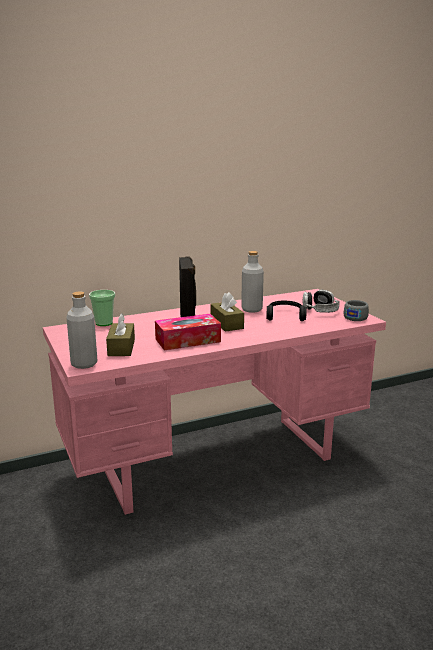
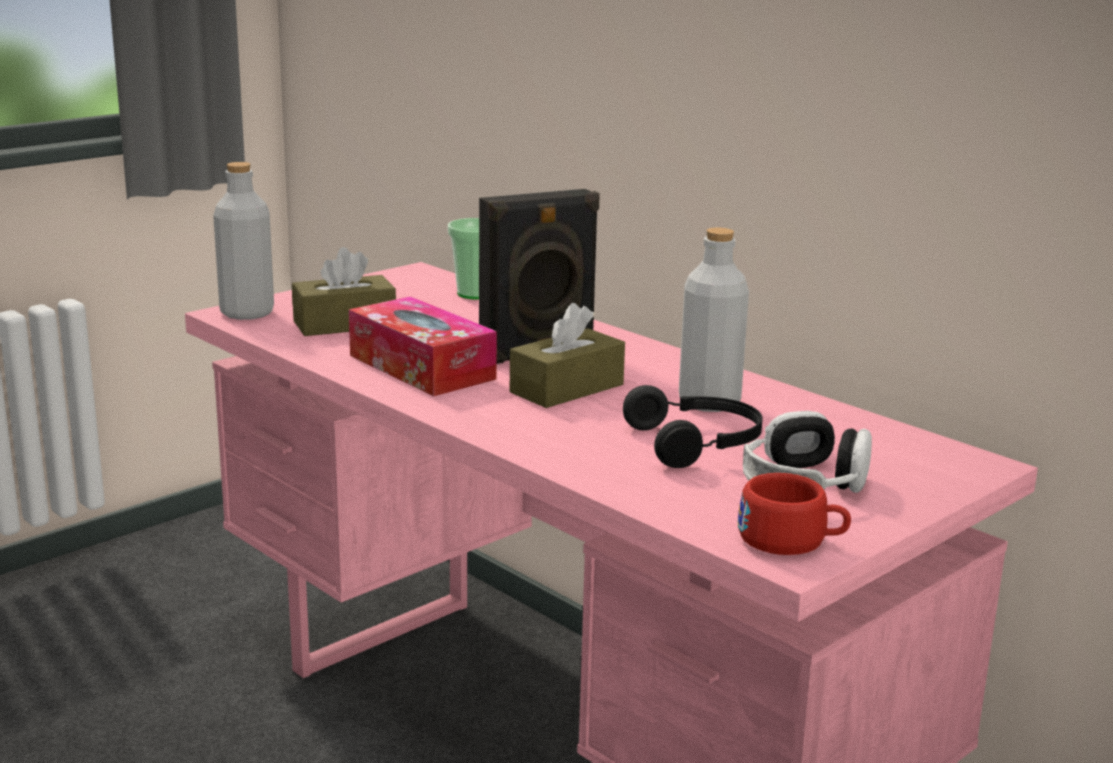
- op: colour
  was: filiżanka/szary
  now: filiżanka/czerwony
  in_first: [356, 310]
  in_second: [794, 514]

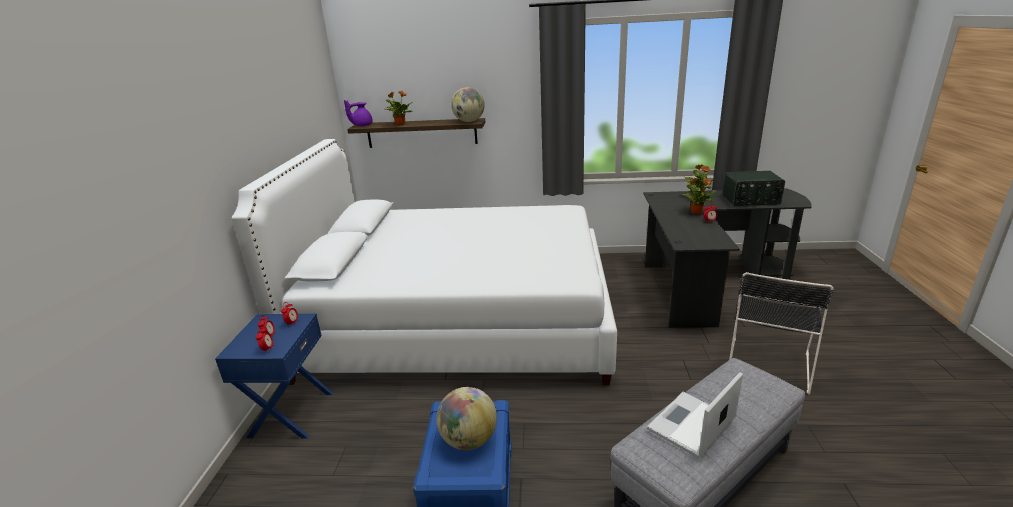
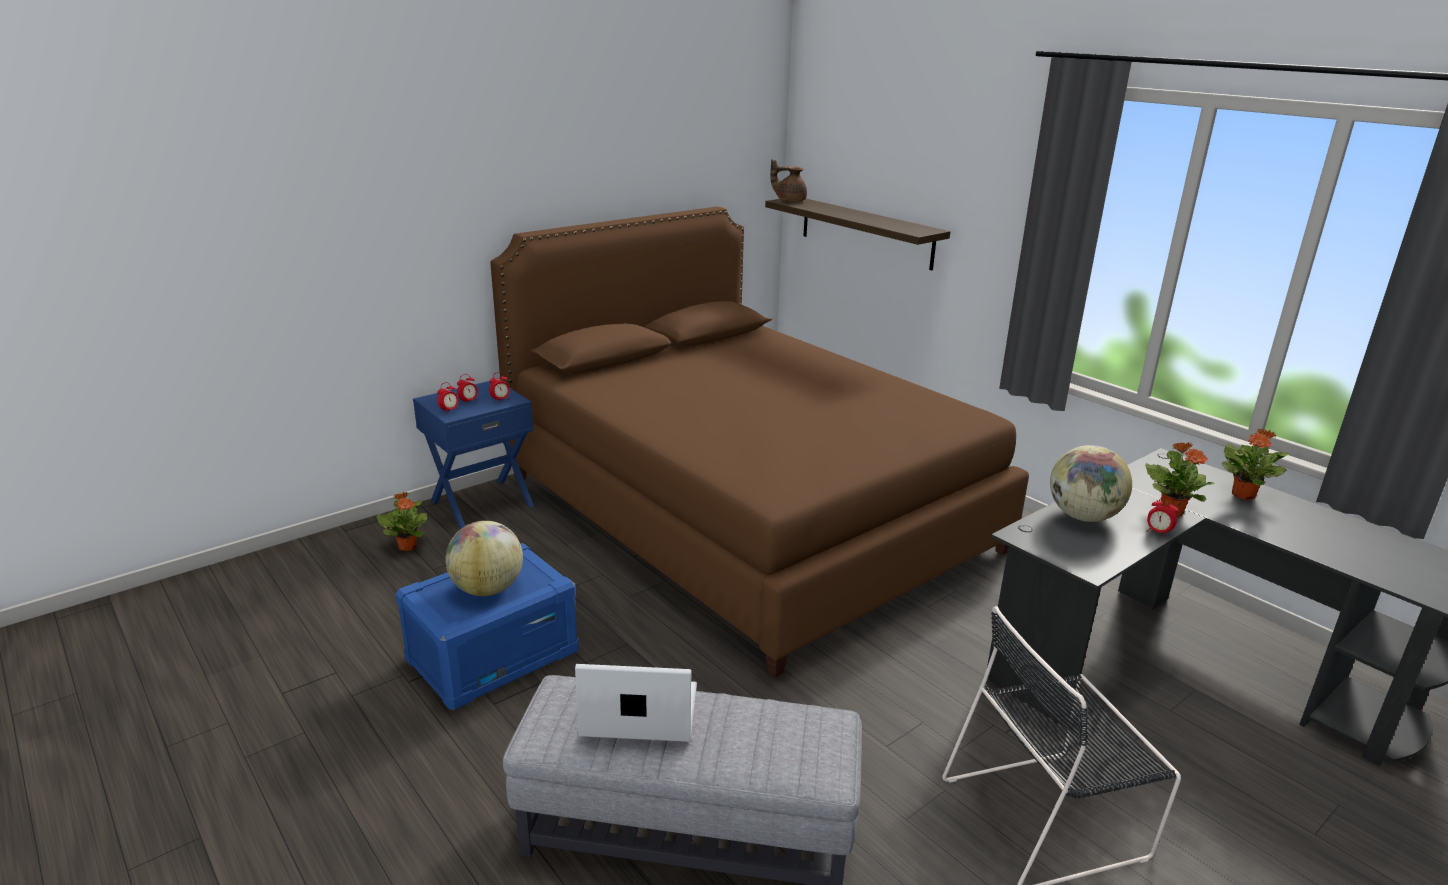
- op: relocated
  was: roślina doniczkowa
  in_first: [399, 108]
  in_second: [402, 521]
- op: colour
  was: łóżko/biały
  now: łóżko/brązowy
  in_first: [424, 262]
  in_second: [759, 442]
- op: colour
  was: imbryk/fioletowy
  now: imbryk/brązowy
  in_first: [358, 113]
  in_second: [788, 180]
- op: relocated
  was: globus
  in_first: [468, 104]
  in_second: [1091, 483]
- op: missing
  was: radio
  in_first: [754, 189]

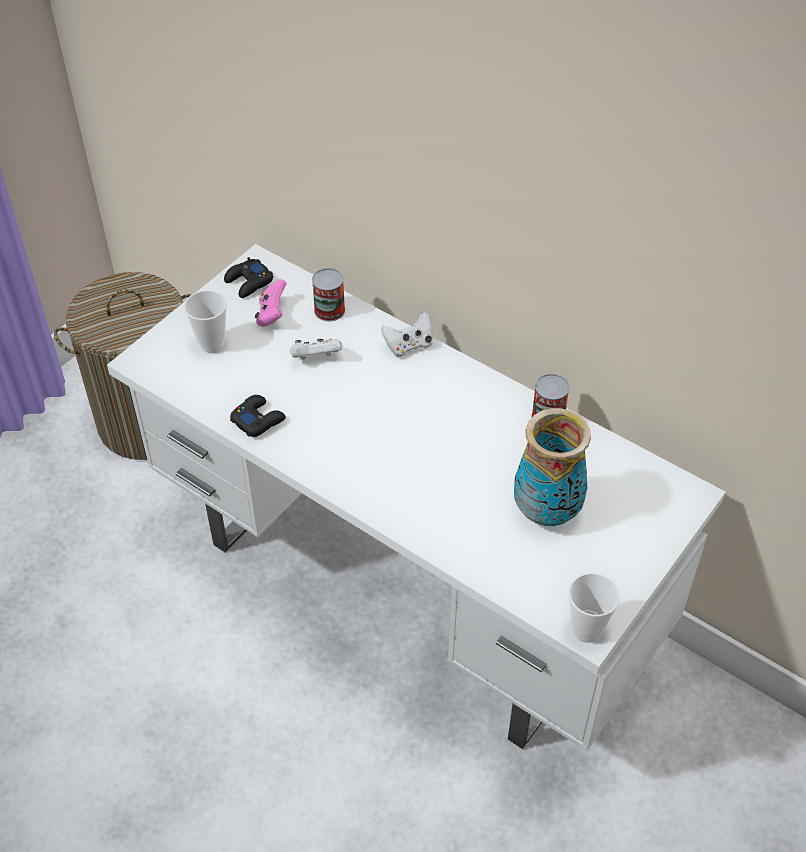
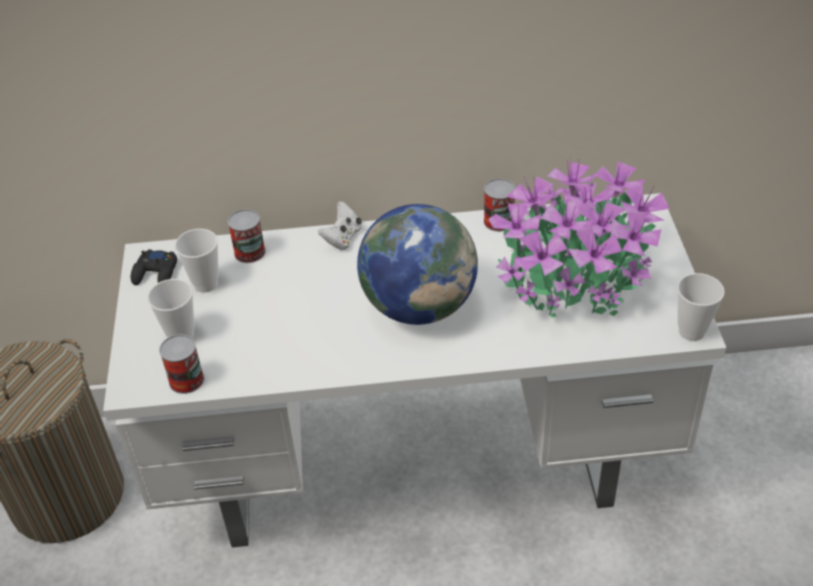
- op: appeared
  now: puszka
  in_second: [181, 364]
- op: exchanged
  was: pad do gier/różowy
  now: filiżanka
  in_first: [271, 303]
  in_second: [197, 261]
- op: appeared
  now: globus
  in_second: [417, 264]
- op: exchanged
  was: wazon
  now: roślina doniczkowa
  in_first: [552, 467]
  in_second: [579, 237]
- op: missing
  was: pad do gier/czarny
  in_first: [258, 416]
- op: missing
  was: pad do gier/biały
  in_first: [316, 349]

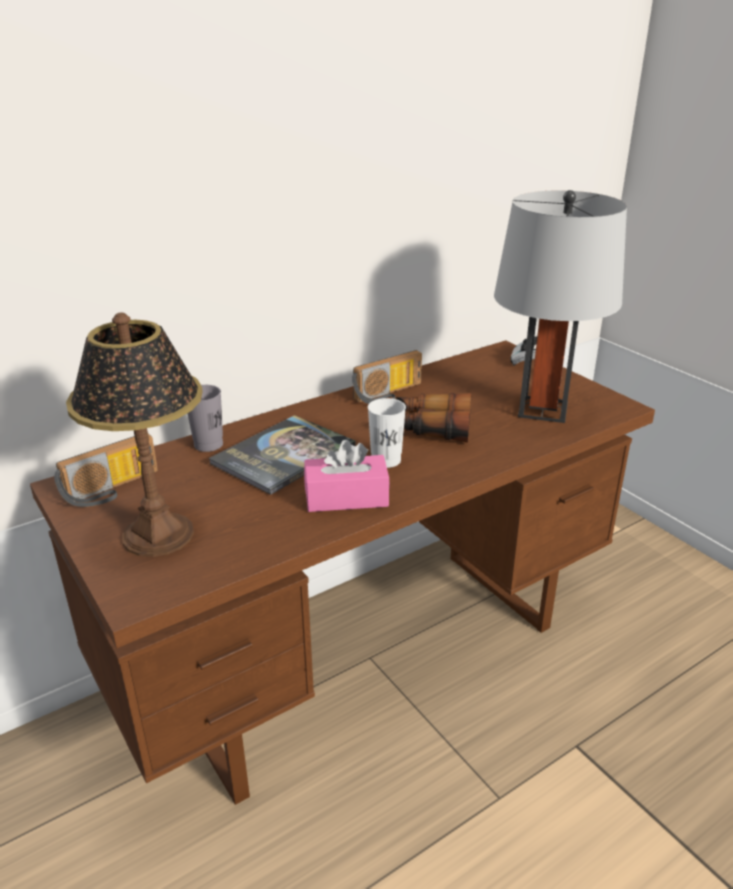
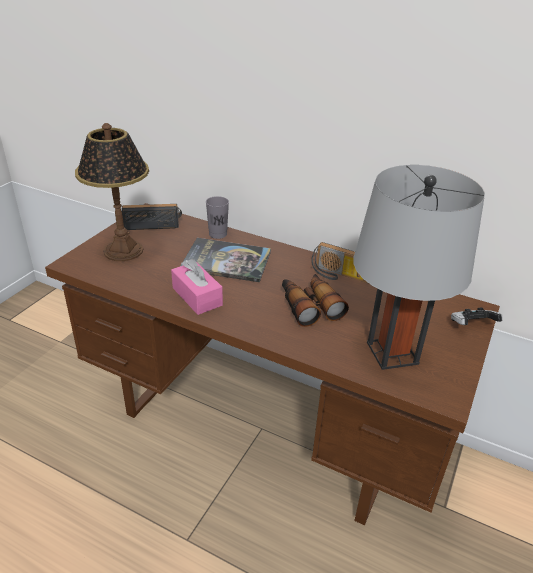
- op: spun
  was: radio
  in_first: [106, 470]
  in_second: [152, 217]
  clockwise: 150
- op: missing
  was: filiżanka/biały
  in_first: [387, 433]

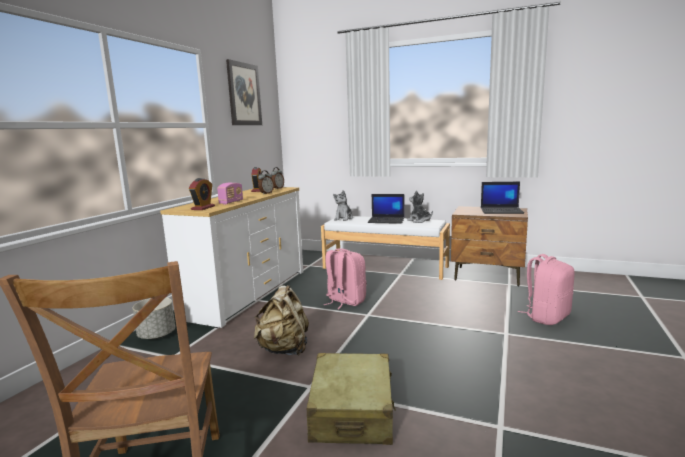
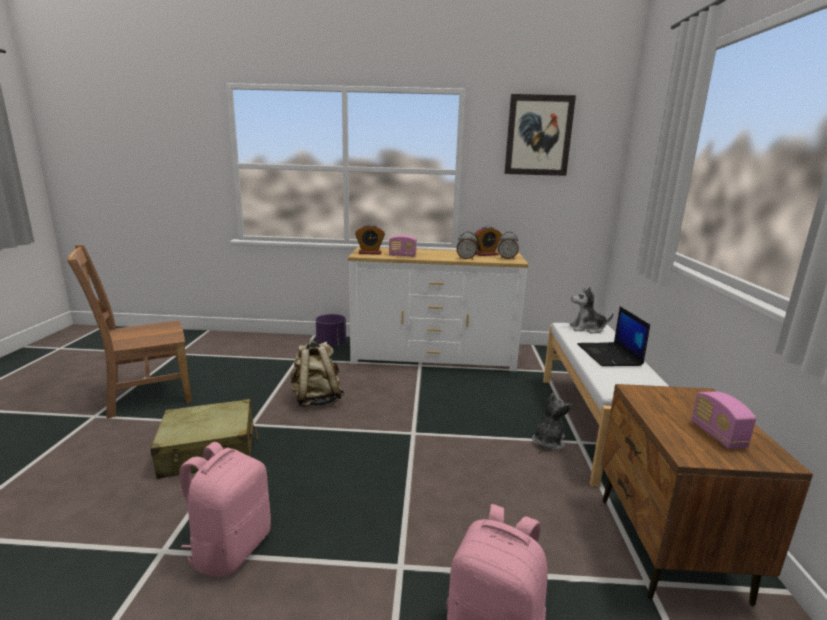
- op: relocated
  was: plecak/różowy
  in_first: [345, 278]
  in_second: [225, 509]
- op: colour
  was: donica/szary
  now: donica/fioletowy
  in_first: [154, 318]
  in_second: [331, 330]
- op: relocated
  was: pluszak
  in_first: [420, 206]
  in_second: [552, 421]
- op: exchanged
  was: laptop
  now: radio
  in_first: [502, 198]
  in_second: [723, 420]

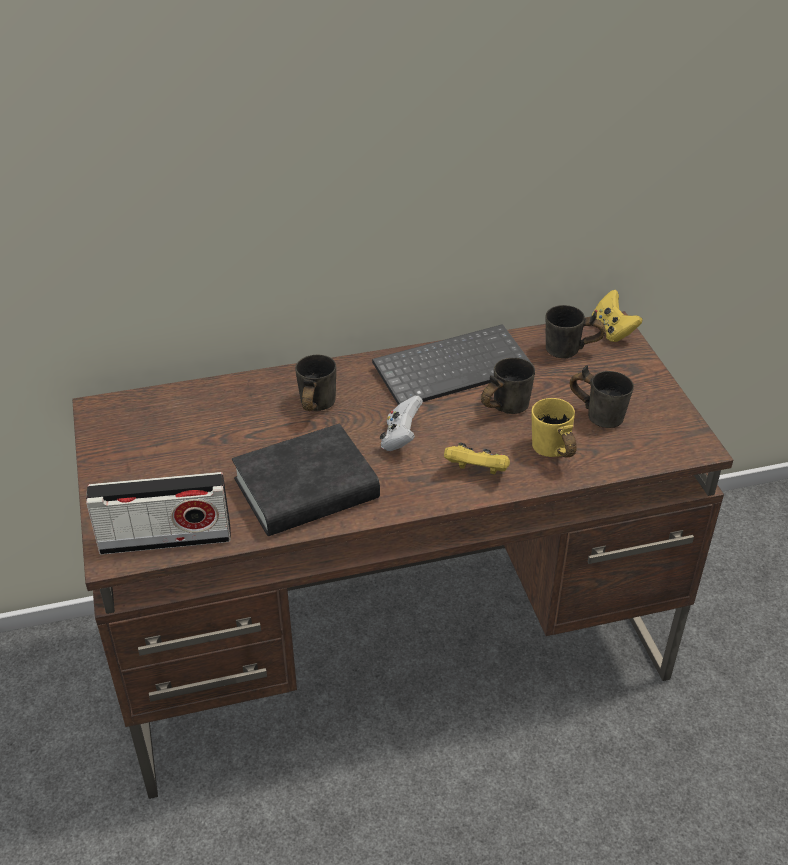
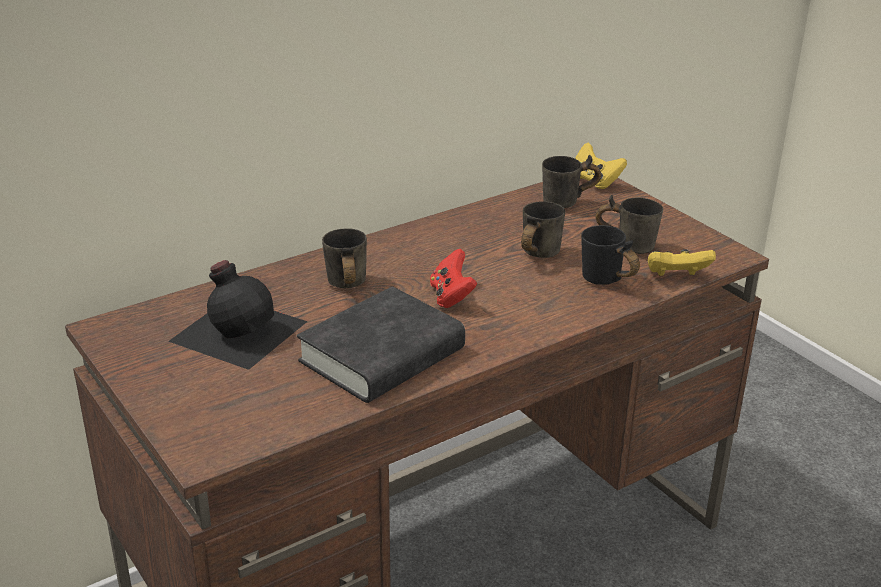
- op: appeared
  now: butelka/czarny
  in_second: [238, 315]
- op: colour
  was: pad do gier/biały
  now: pad do gier/czerwony
  in_first: [401, 423]
  in_second: [453, 278]
- op: colour
  was: kubek/żółty
  now: kubek/czarny
  in_first: [554, 427]
  in_second: [610, 255]
- op: relocated
  was: pad do gier/żółty
  in_first: [477, 459]
  in_second: [682, 262]
- op: missing
  was: radio
  in_first: [158, 513]
- op: missing
  was: klawiatura
  in_first: [453, 364]

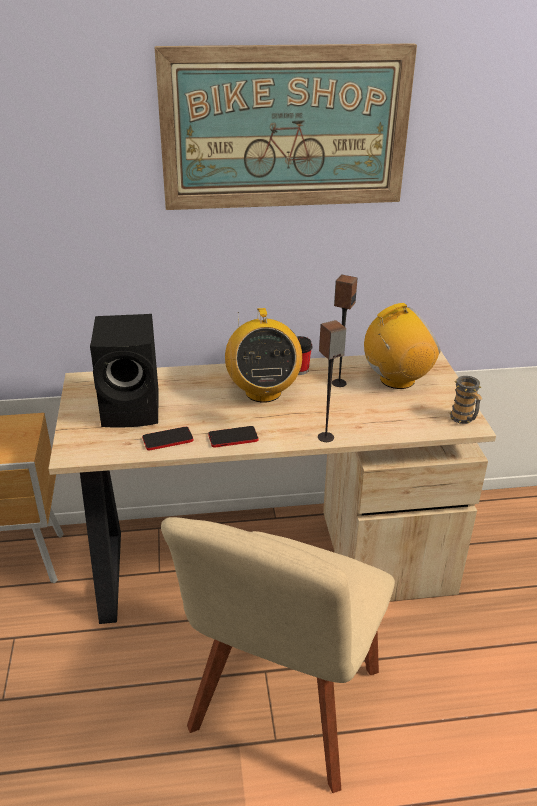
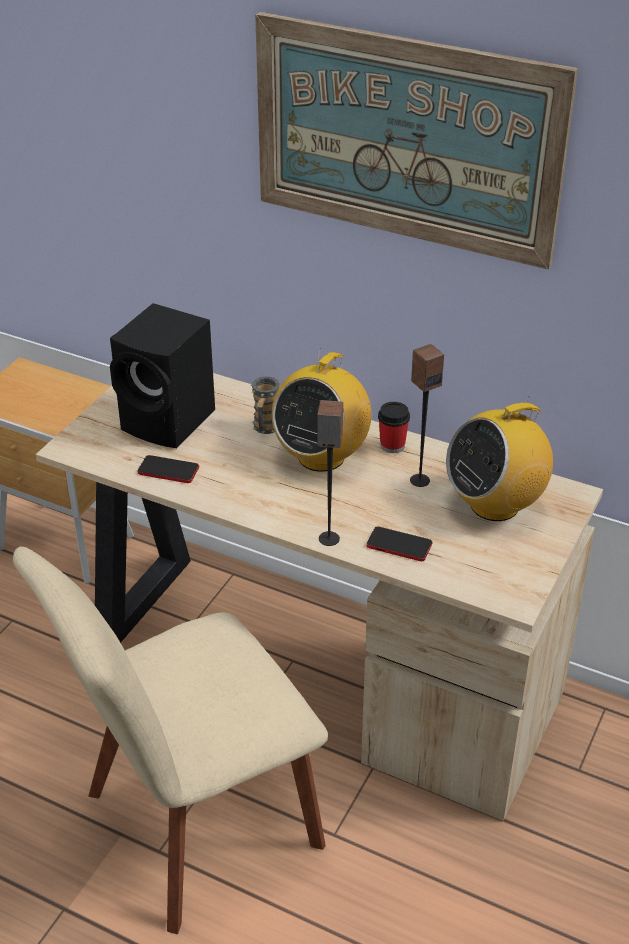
- op: relocated
  was: kubek
  in_first: [465, 400]
  in_second: [264, 405]
- op: relocated
  was: telefon
  in_first: [233, 436]
  in_second: [399, 544]
- op: spun
  was: radio
  in_first: [402, 346]
  in_second: [499, 458]
  clockwise: 135

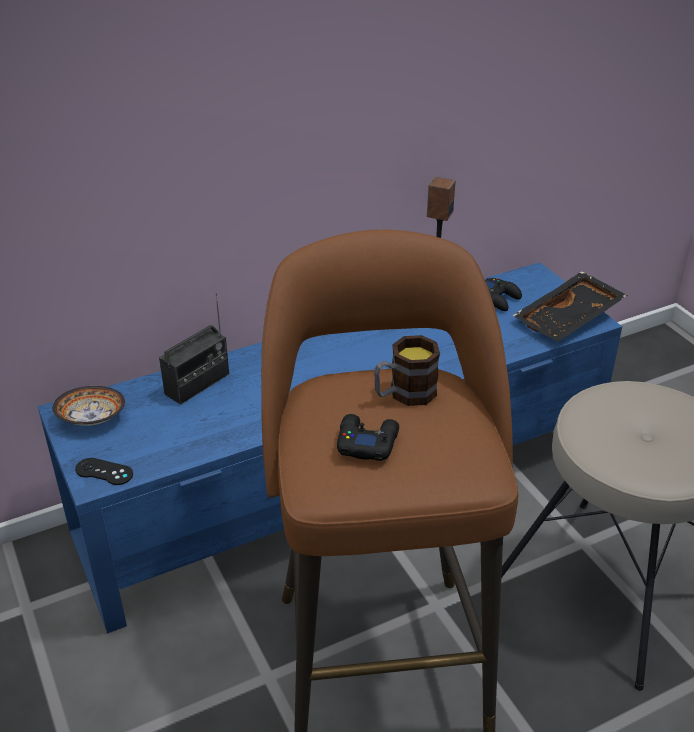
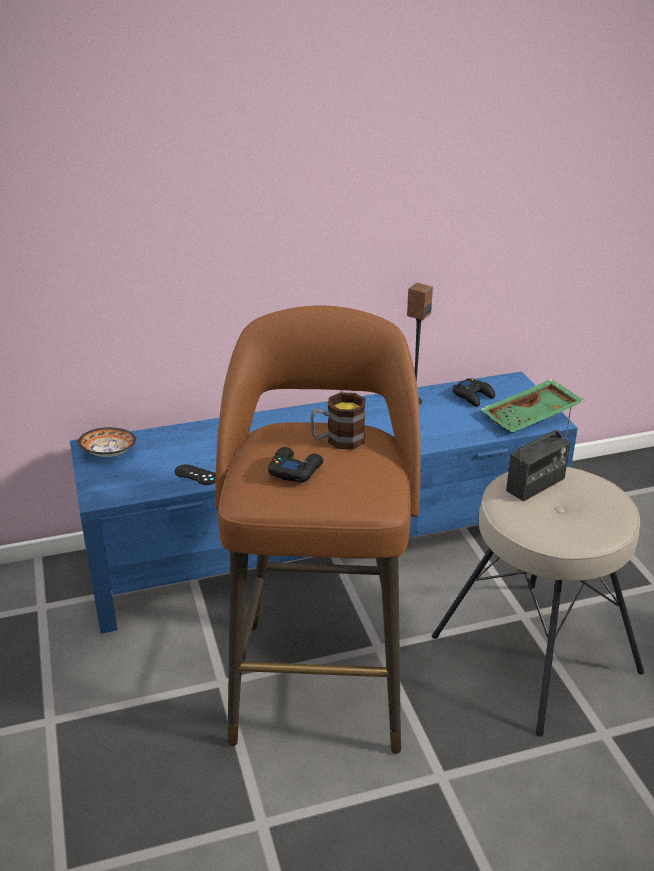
- op: relocated
  was: pad do gier/czarny
  in_first: [104, 471]
  in_second: [195, 474]
- op: colour
  was: taca/czarny
  now: taca/zielony
  in_first: [570, 306]
  in_second: [532, 405]
- op: relocated
  was: radio
  in_first: [194, 349]
  in_second: [539, 450]

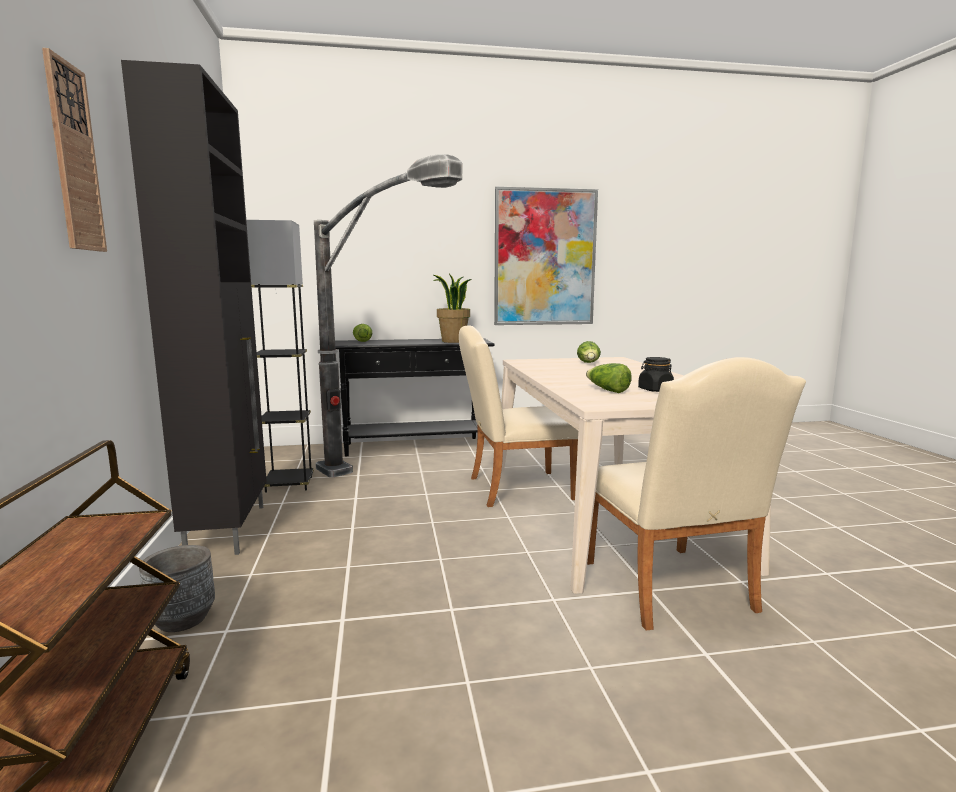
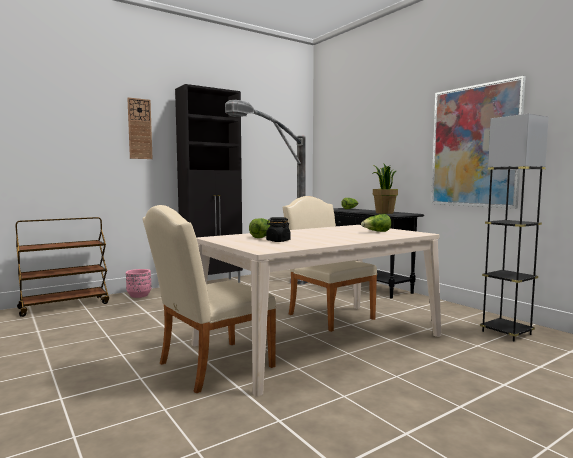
- op: colour
  was: donica/szary
  now: donica/różowy
  in_first: [177, 588]
  in_second: [138, 283]
- op: relocated
  was: lampa stojąca/szary
  in_first: [280, 356]
  in_second: [514, 227]

